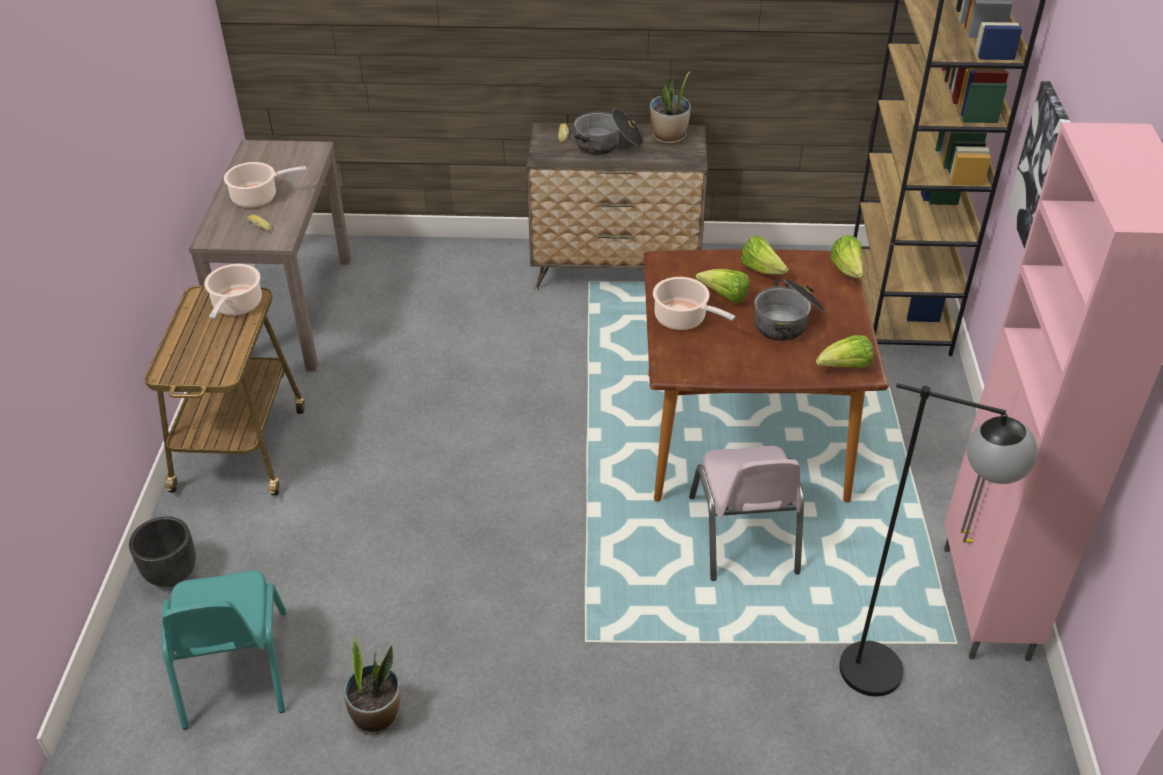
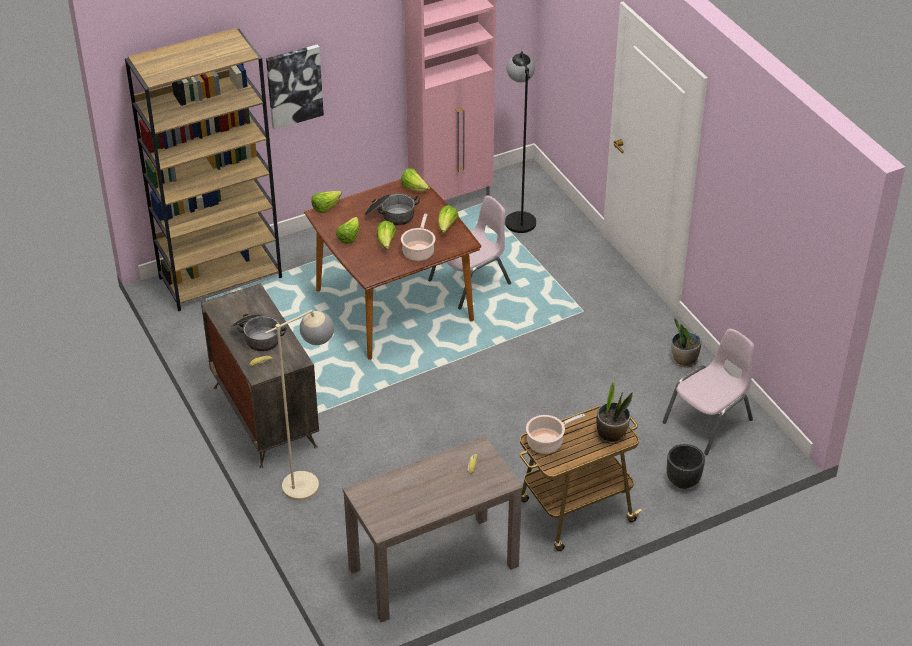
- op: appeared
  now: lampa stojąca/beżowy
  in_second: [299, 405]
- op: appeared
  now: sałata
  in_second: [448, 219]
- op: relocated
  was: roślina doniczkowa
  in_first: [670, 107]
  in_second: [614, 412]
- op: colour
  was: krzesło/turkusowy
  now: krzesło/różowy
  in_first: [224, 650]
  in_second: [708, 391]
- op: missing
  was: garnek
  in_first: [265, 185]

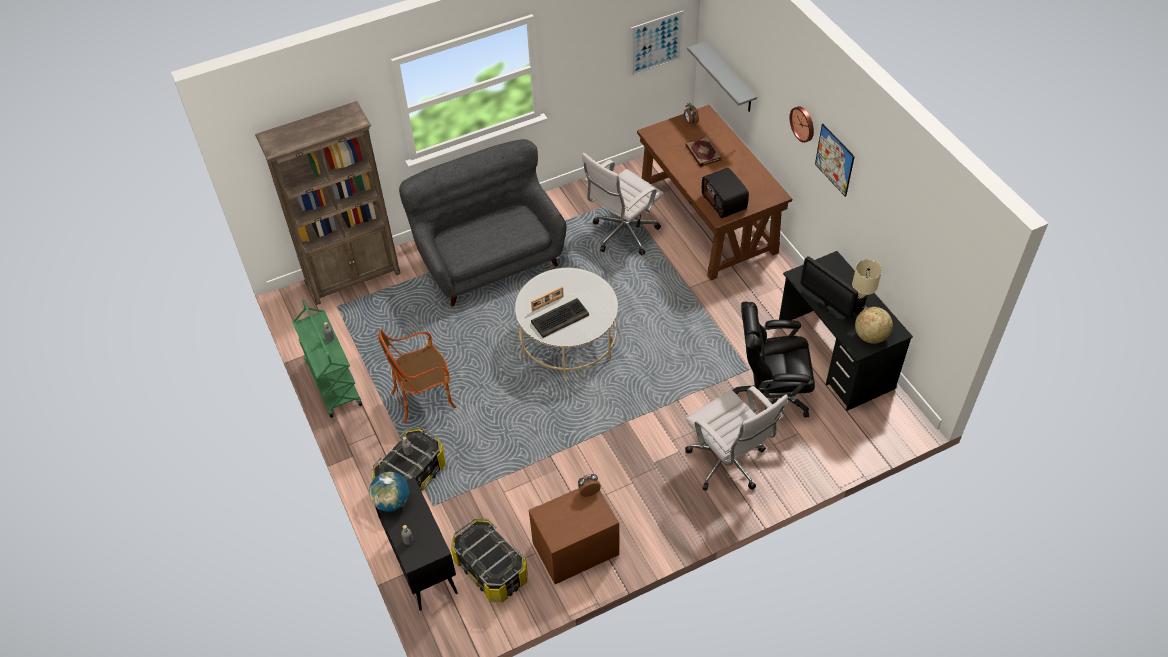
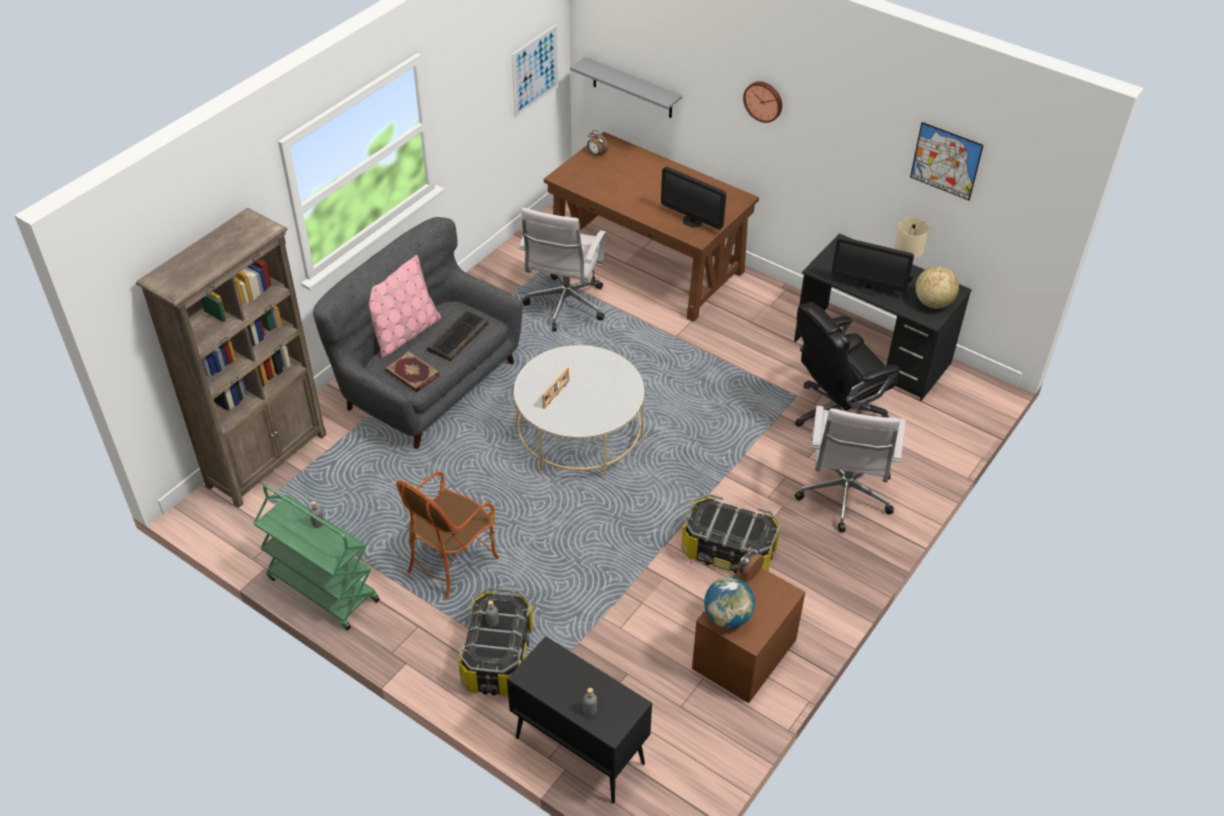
- op: appeared
  now: poduszka/różowy
  in_second: [405, 306]
- op: relocated
  was: książka
  in_first: [703, 152]
  in_second: [412, 371]
- op: relocated
  was: klawiatura
  in_first: [560, 318]
  in_second: [457, 335]
- op: exchanged
  was: radio
  now: monitor
  in_first: [725, 193]
  in_second: [693, 198]
- op: relocated
  was: pojemnik do przechowywania
  in_first: [489, 560]
  in_second: [730, 533]
- op: relocated
  was: globus
  in_first: [389, 492]
  in_second: [729, 602]
- op: spun
  was: krzesło biurowe/biały
  in_first: [736, 438]
  in_second: [850, 469]
  clockwise: 75
- op: relocated
  was: obraz
  in_first: [835, 160]
  in_second: [947, 161]

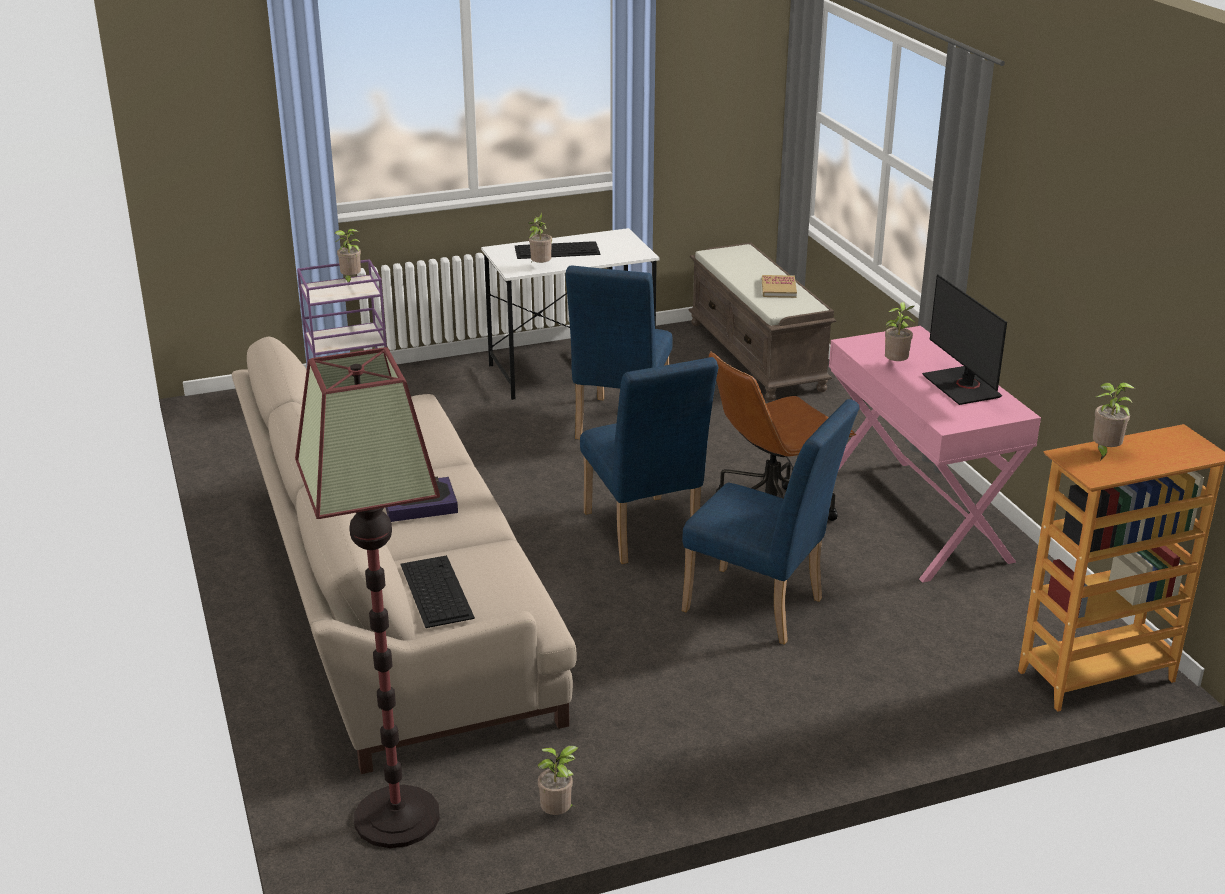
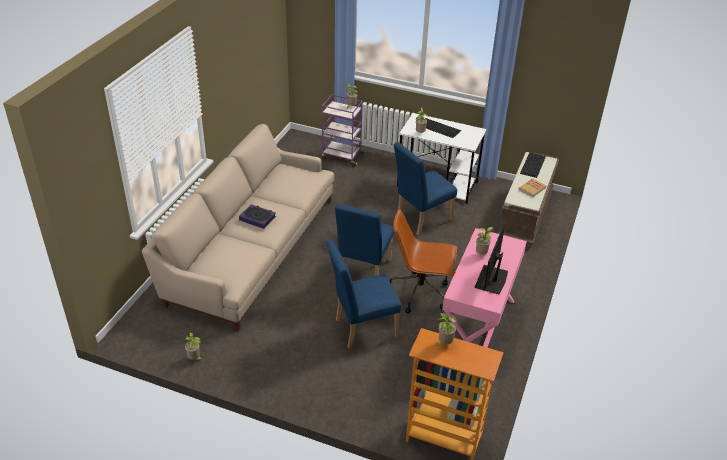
- op: spun
  was: krzesło/niebieski
  in_first: [771, 522]
  in_second: [363, 294]
  clockwise: 90
- op: relocated
  was: klawiatura
  in_first: [438, 591]
  in_second: [533, 165]
- op: missing
  was: lampa stojąca
  in_first: [367, 597]

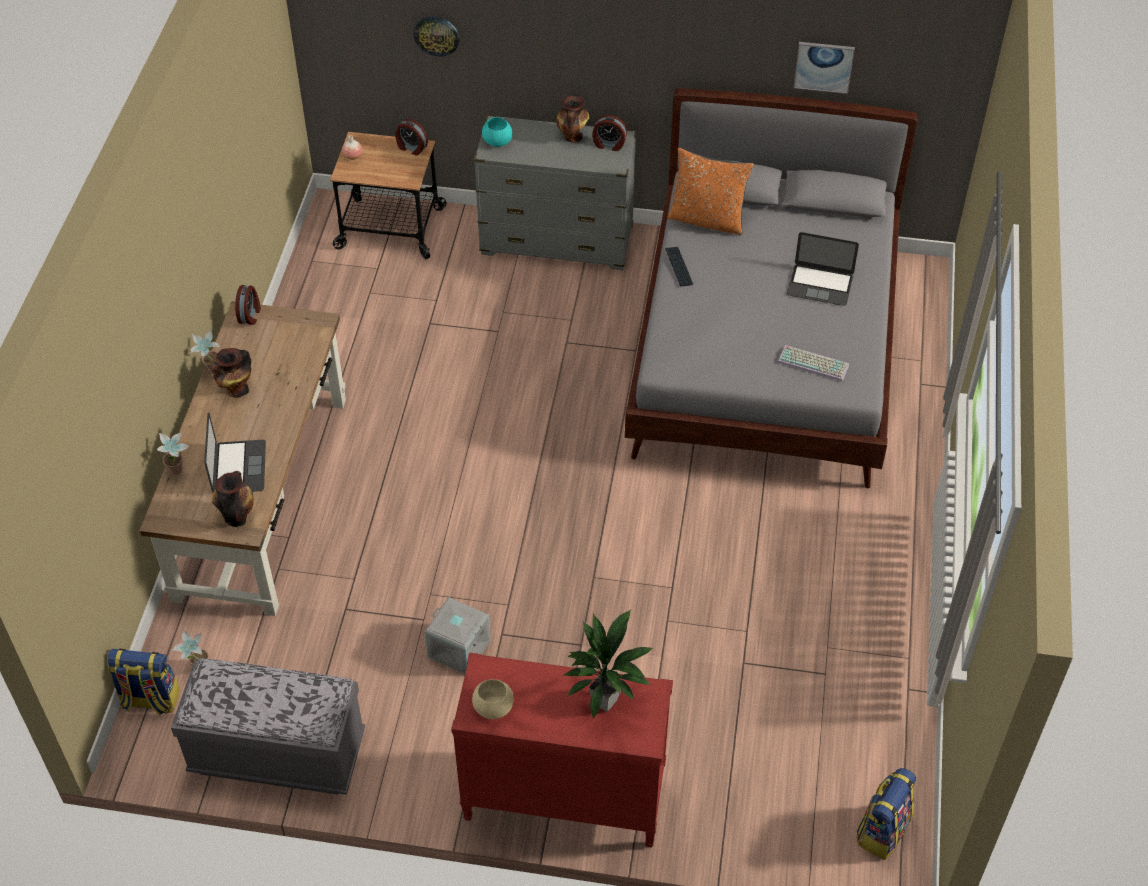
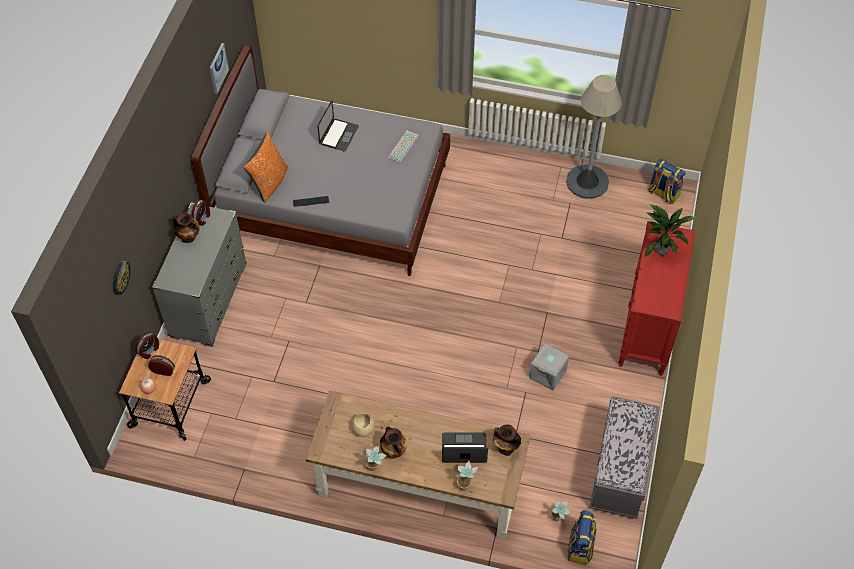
- op: relocated
  was: budzik
  in_first: [248, 305]
  in_second: [161, 365]
- op: relocated
  was: miska/beżowy
  in_first: [493, 699]
  in_second: [363, 425]
- op: appeared
  now: lampa stojąca/szary
  in_second: [594, 137]
- op: missing
  was: miska/turkusowy
  in_first: [497, 132]

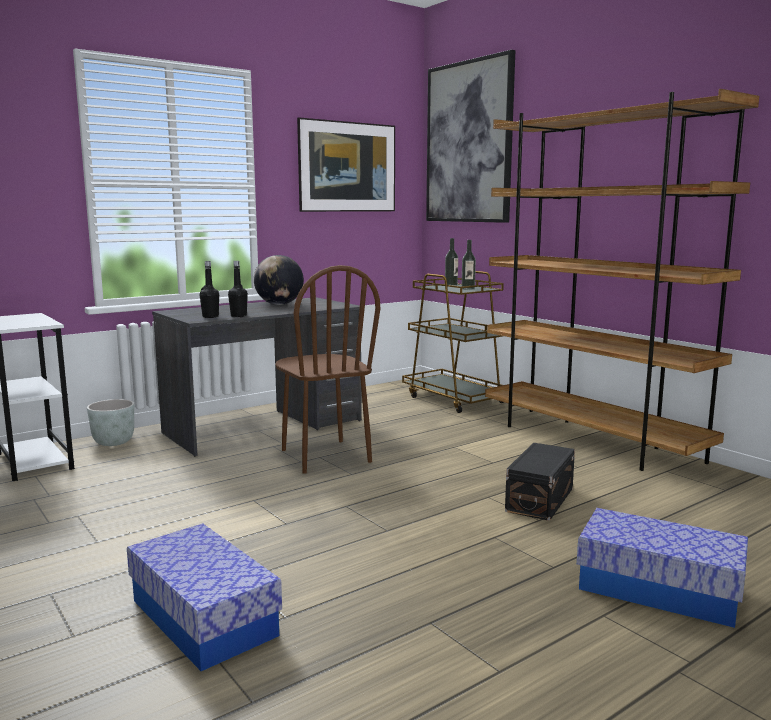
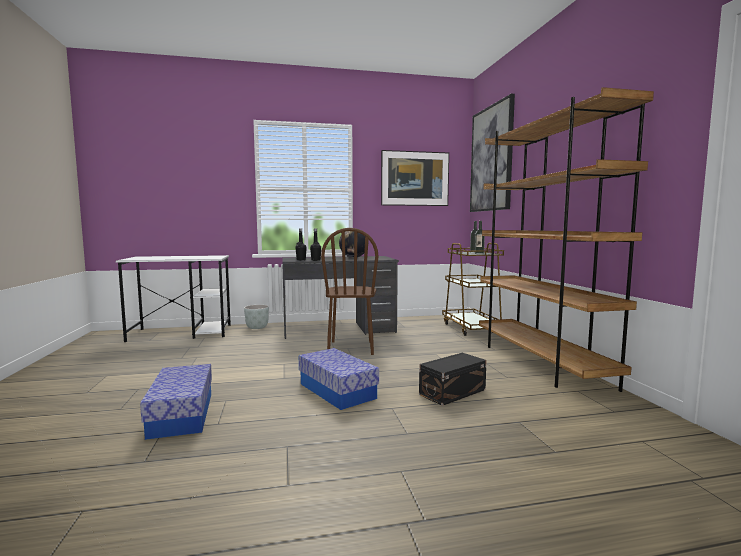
- op: relocated
  was: pojemnik do przechowywania
  in_first: [662, 568]
  in_second: [339, 379]

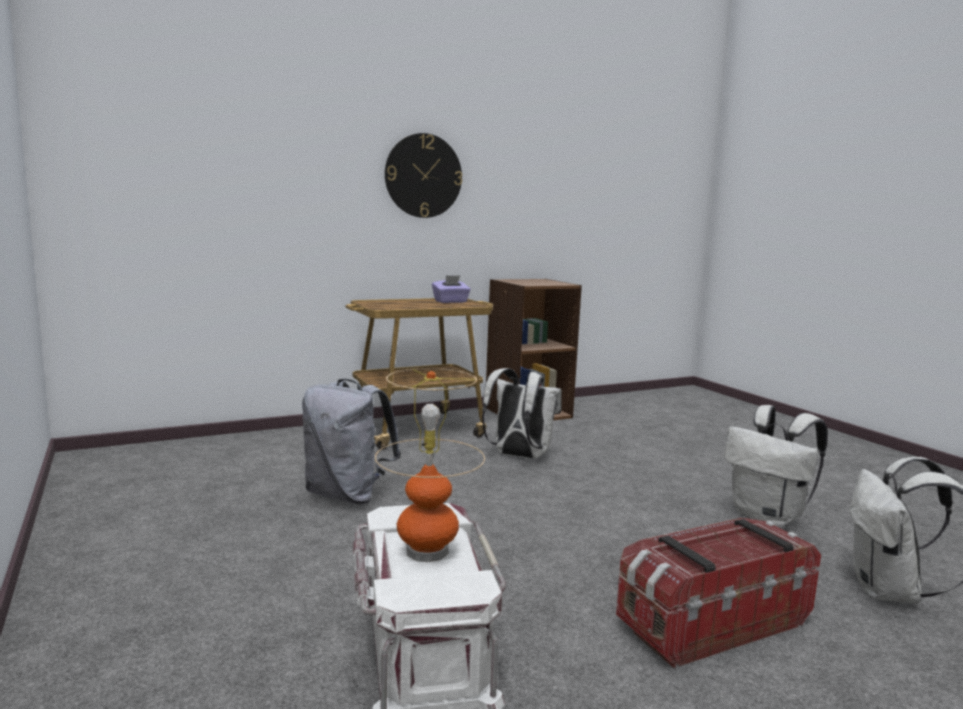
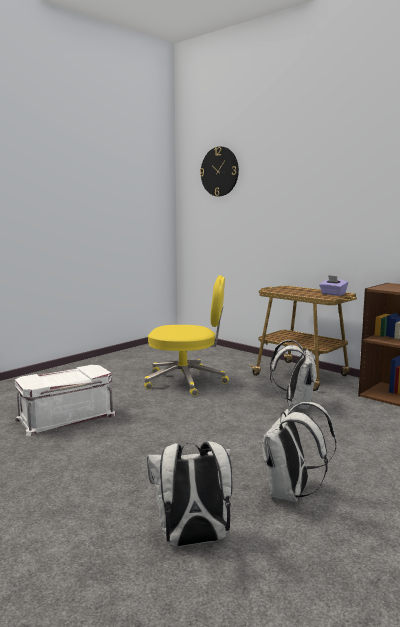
- op: exchanged
  was: plecak/szary
  now: krzesło biurowe/żółty
  in_first: [351, 441]
  in_second: [186, 335]
- op: relocated
  was: zegar ścienny
  in_first: [423, 175]
  in_second: [219, 171]
- op: missing
  was: lampa stołowa
  in_first: [430, 465]
- op: missing
  was: pojemnik do przechowywania
  in_first: [718, 593]

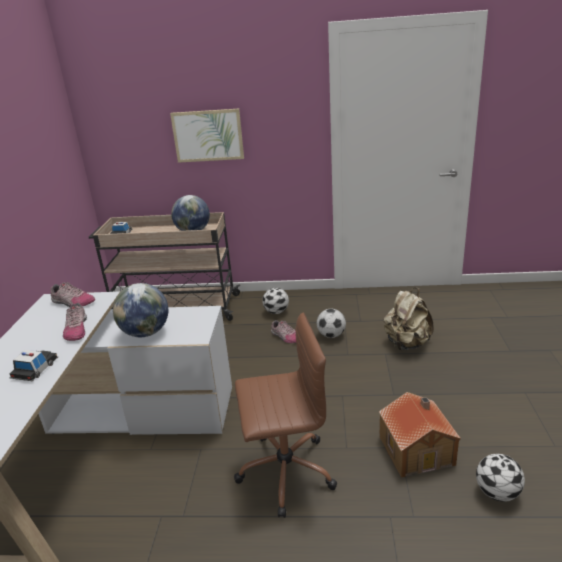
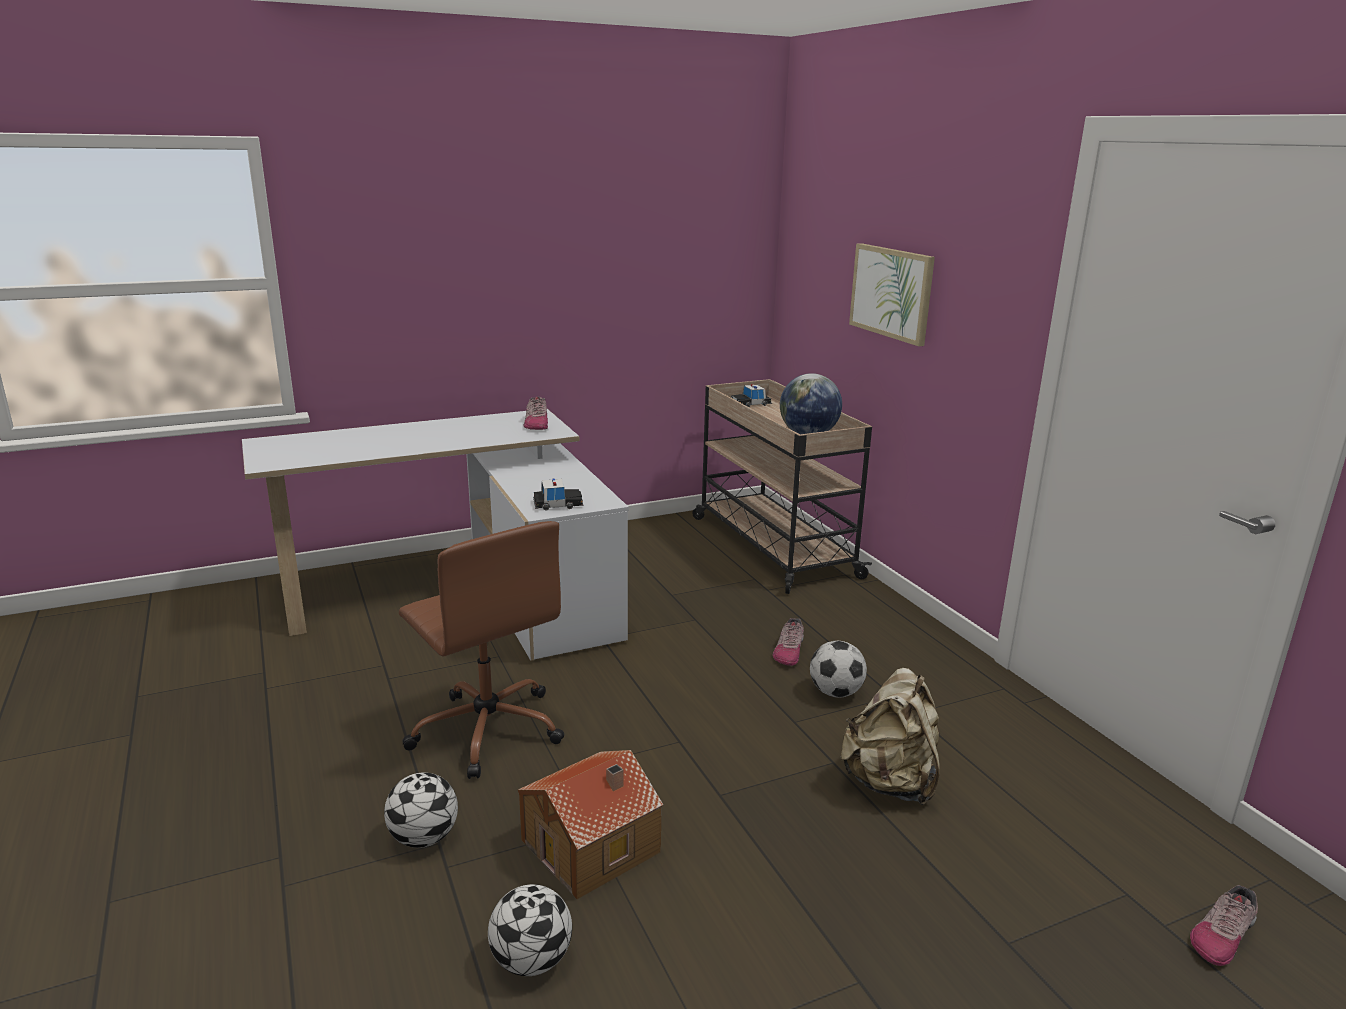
- op: relocated
  was: piłka futbolowa
  in_first: [275, 300]
  in_second: [421, 810]
- op: relocated
  was: samochodzik
  in_first: [33, 365]
  in_second: [558, 494]
- op: relocated
  was: but
  in_first: [75, 322]
  in_second: [1224, 925]
- op: missing
  was: globus
  in_first: [140, 310]

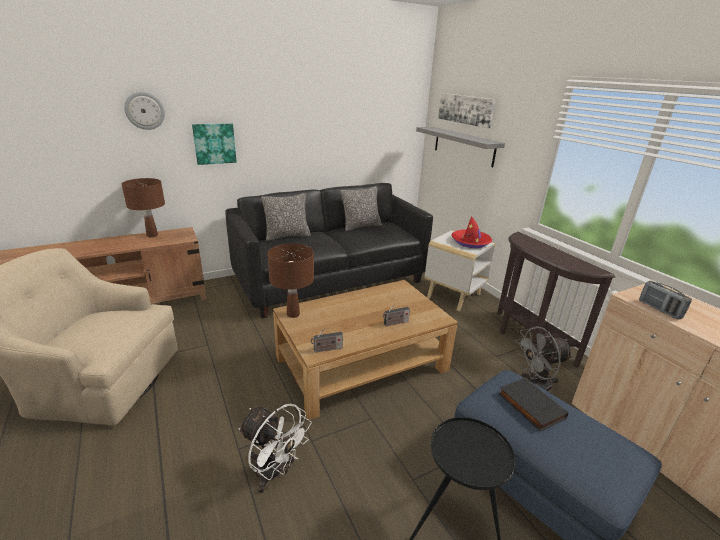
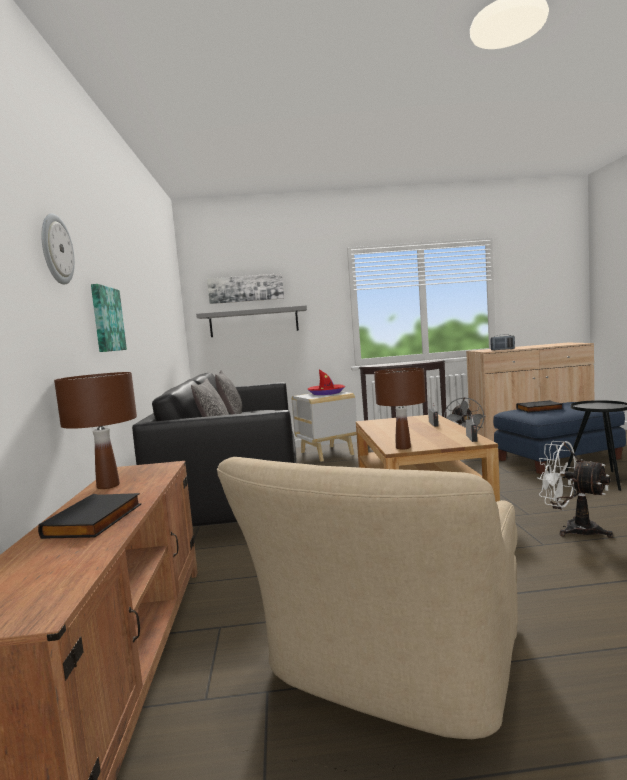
- op: appeared
  now: książka/czarny
  in_second: [89, 516]
- op: spun
  was: wentylator/biały
  in_first: [275, 448]
  in_second: [575, 489]
  clockwise: -105

